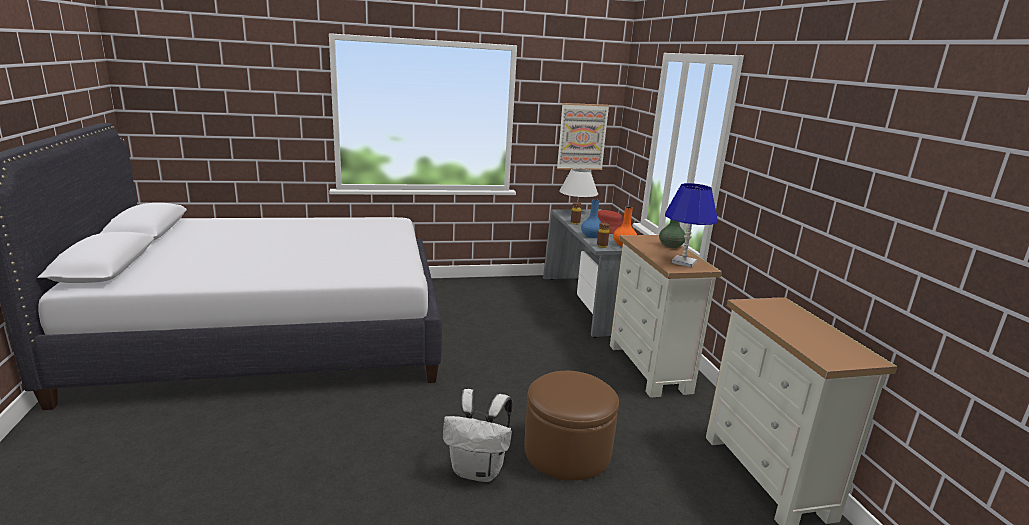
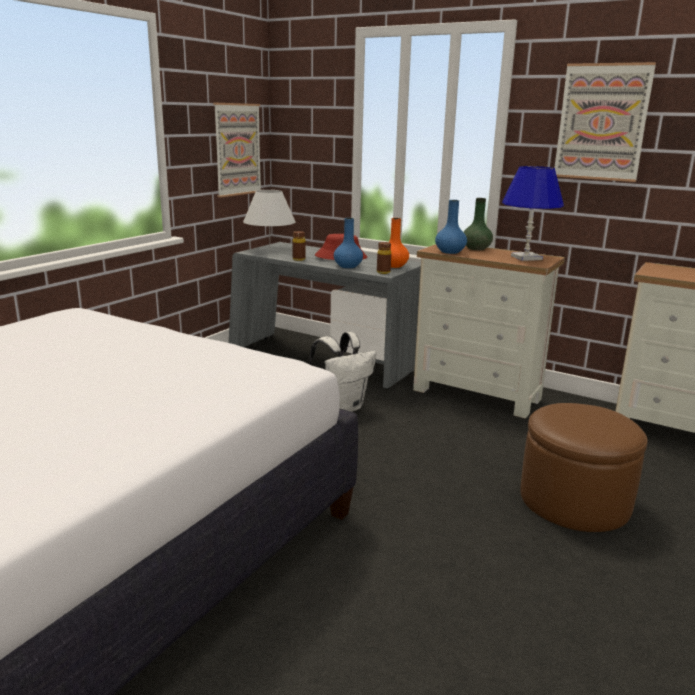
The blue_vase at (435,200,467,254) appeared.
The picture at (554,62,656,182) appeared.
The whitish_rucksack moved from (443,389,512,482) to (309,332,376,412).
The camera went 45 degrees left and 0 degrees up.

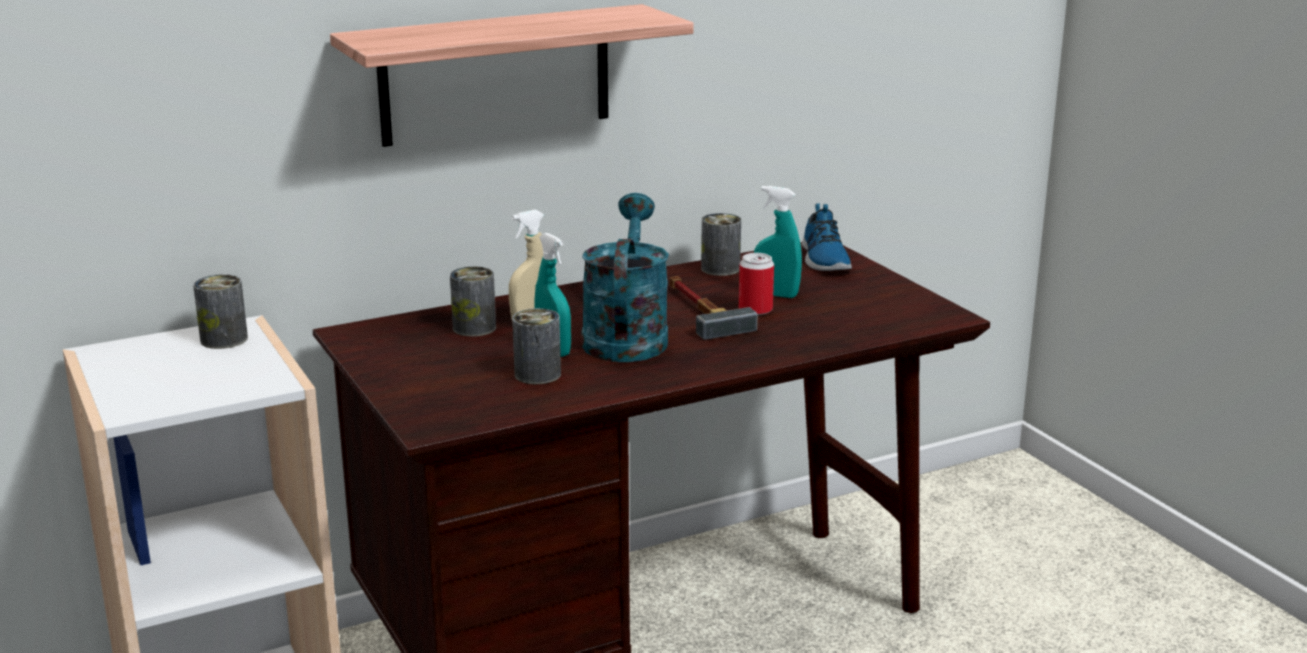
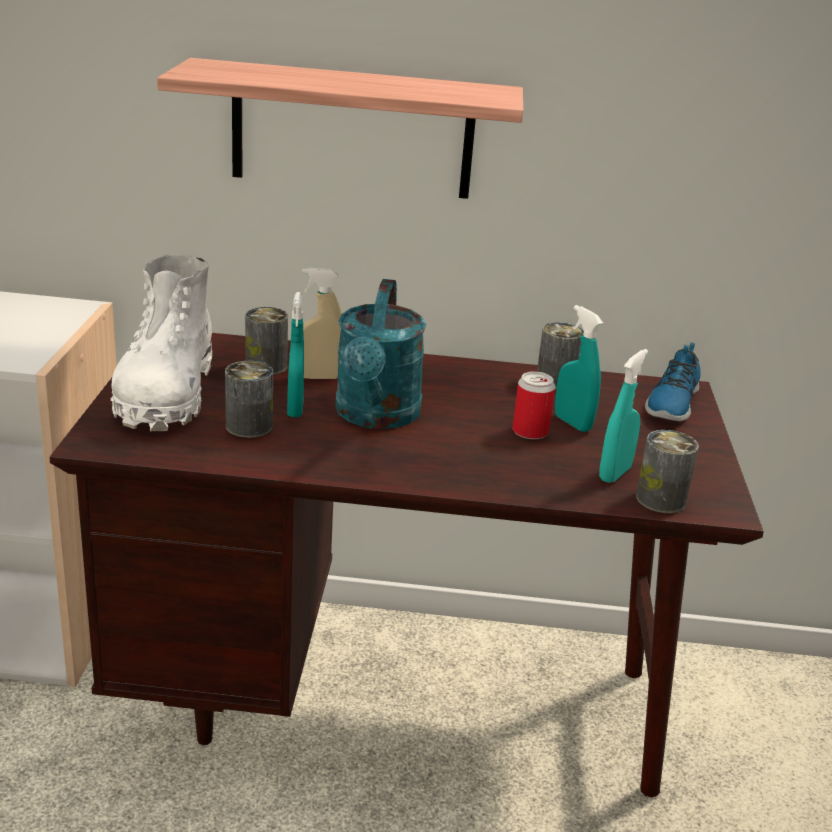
The hand_hammer at (670,276,758,340) disappeared.
The whitish_boot at (110,255,212,431) appeared.
The turquoise_hand_sprayer at (599,349,648,483) appeared.
The metal_can moved from (193,274,248,349) to (636,430,699,513).
The turquoise_watering_pot at (582,193,669,362) turned 150 degrees clockwise.
The camera went 30 degrees right and 5 degrees up.

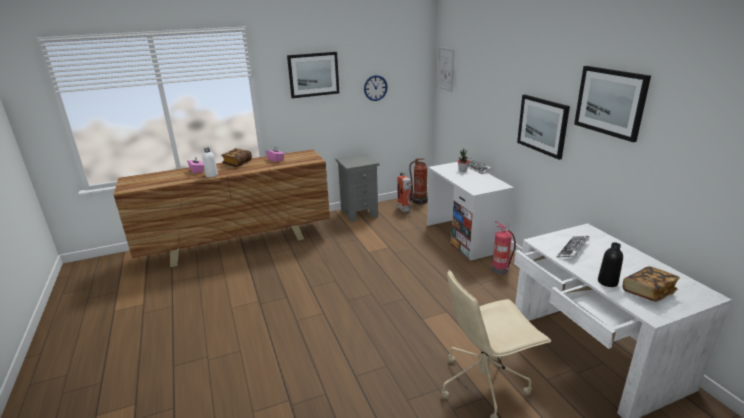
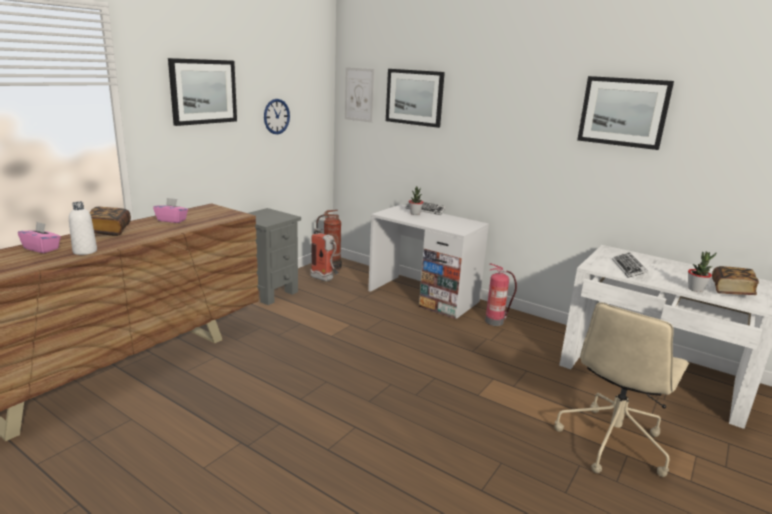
The picture moved from (517,95,570,160) to (386,69,445,128).
The black_drink_bottle at (598,242,623,287) was replaced by the potted_plant at (688,252,716,292).
The camera went 35 degrees left and 5 degrees down.

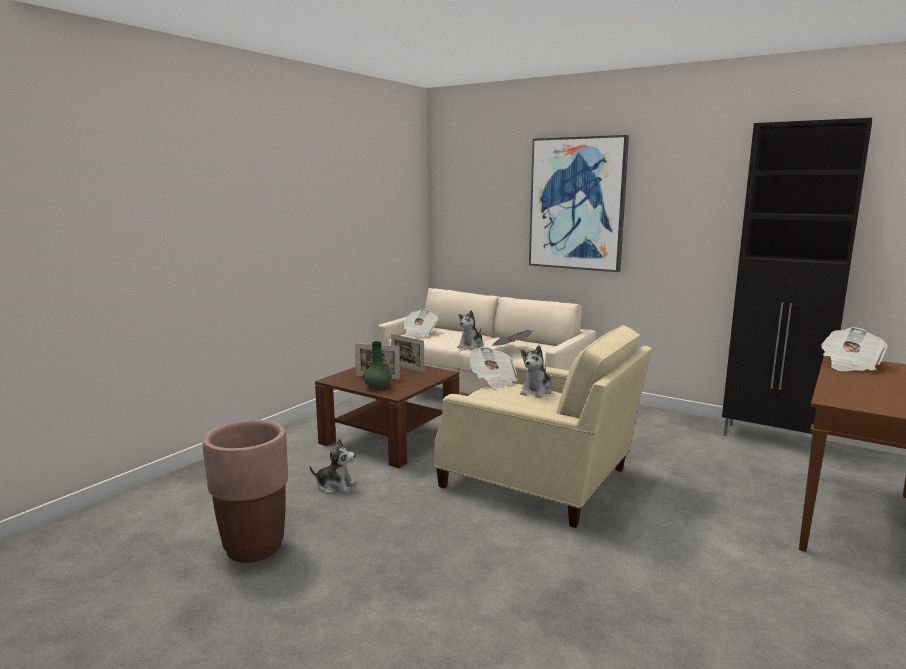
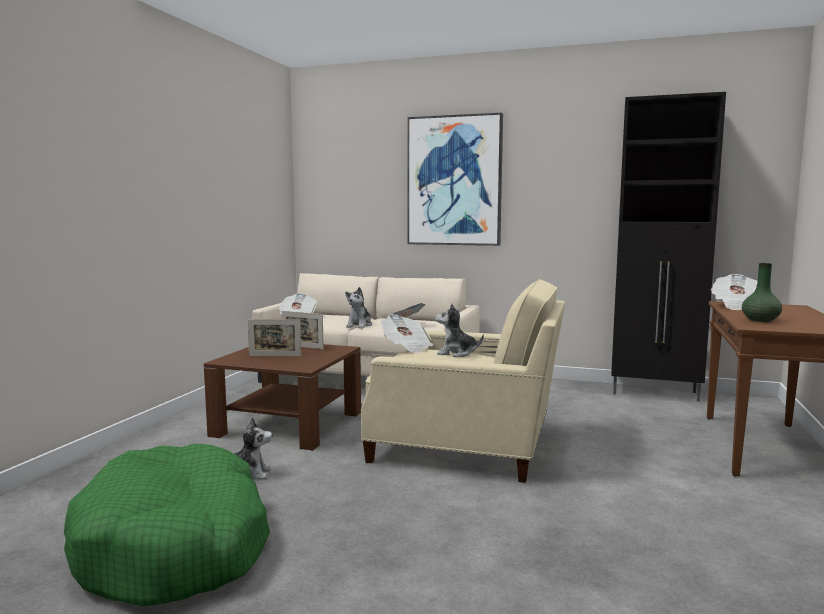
The green-coloured_vase moved from (363,341,392,390) to (742,263,782,322).
The brownish_flower_pot at (203,420,288,563) was replaced by the green-coloured_dog_bed at (64,444,270,606).
The cuddly_toy at (520,345,552,398) turned 90 degrees clockwise.
The camera went 15 degrees left and 5 degrees down.

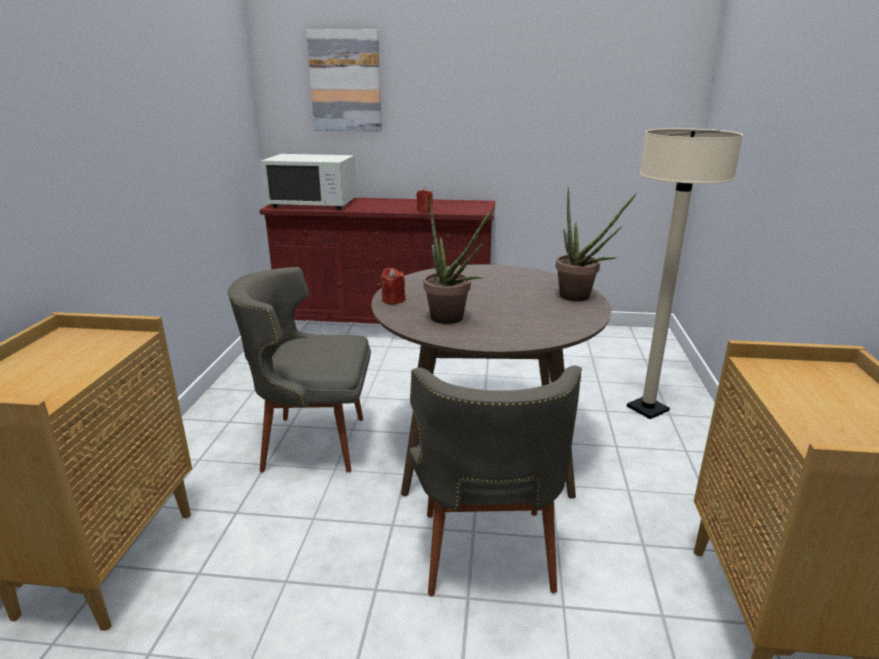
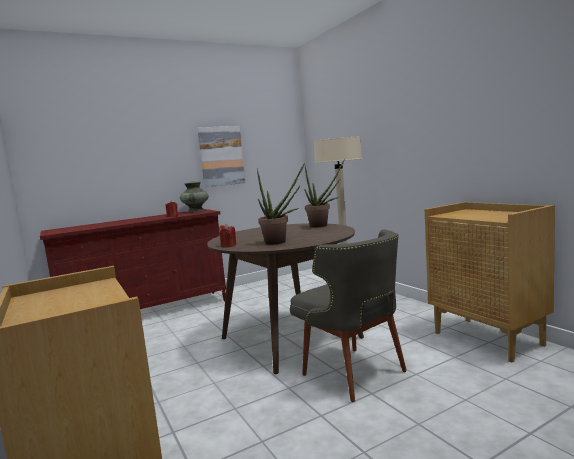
The greyish_plain_chair at (228,267,371,472) disappeared.
The whitish_kitchen_microwave at (261,154,357,210) disappeared.
The turquoise_vase at (180,181,209,213) appeared.
The picture moved from (306,29,382,131) to (197,126,245,187).
The camera went 35 degrees left and 15 degrees down.

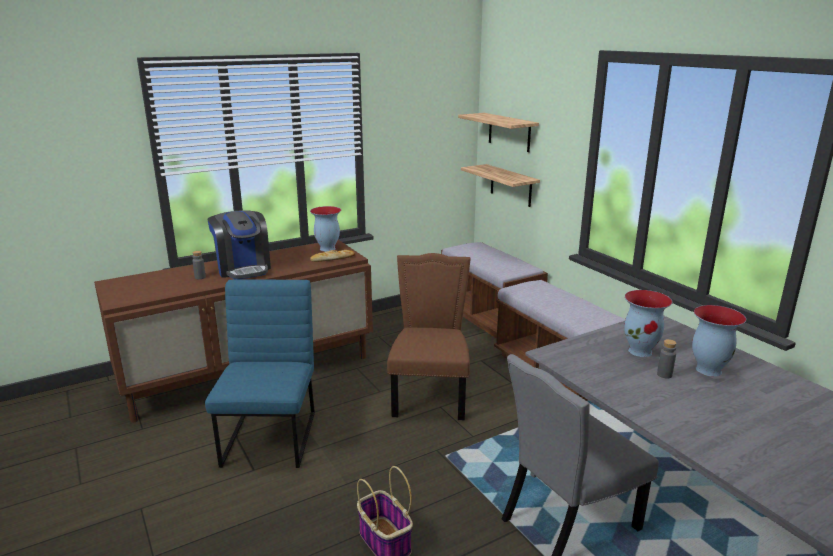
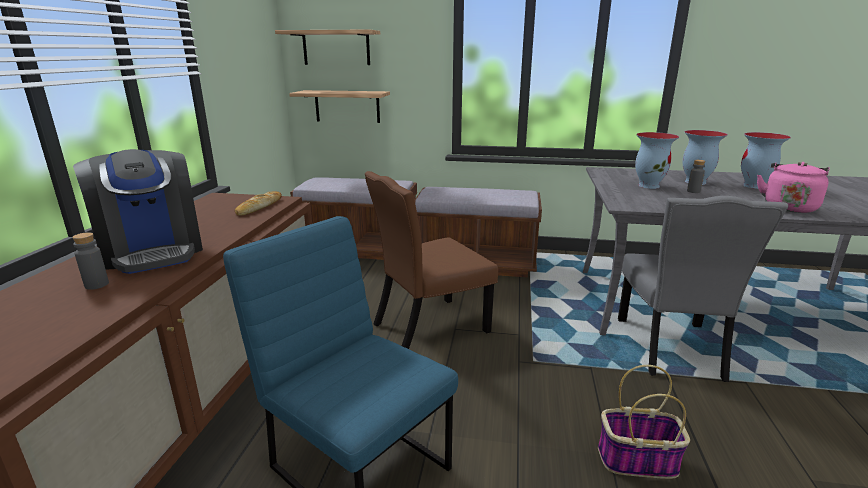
The pinkish_kettle at (757,162,830,213) appeared.
The vase moved from (310,206,341,252) to (741,132,791,189).
The coffee_machine at (208,210,271,280) turned 45 degrees clockwise.
The brownish_plain_chair at (387,253,471,420) turned 75 degrees counterclockwise.
The camera went 50 degrees left and 0 degrees up.

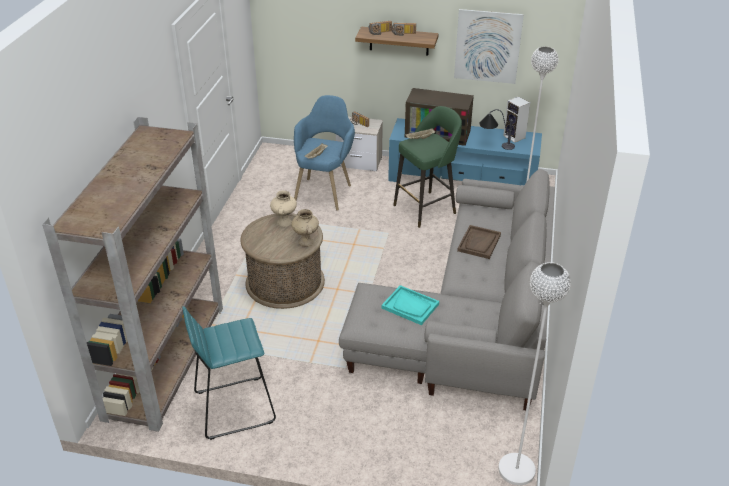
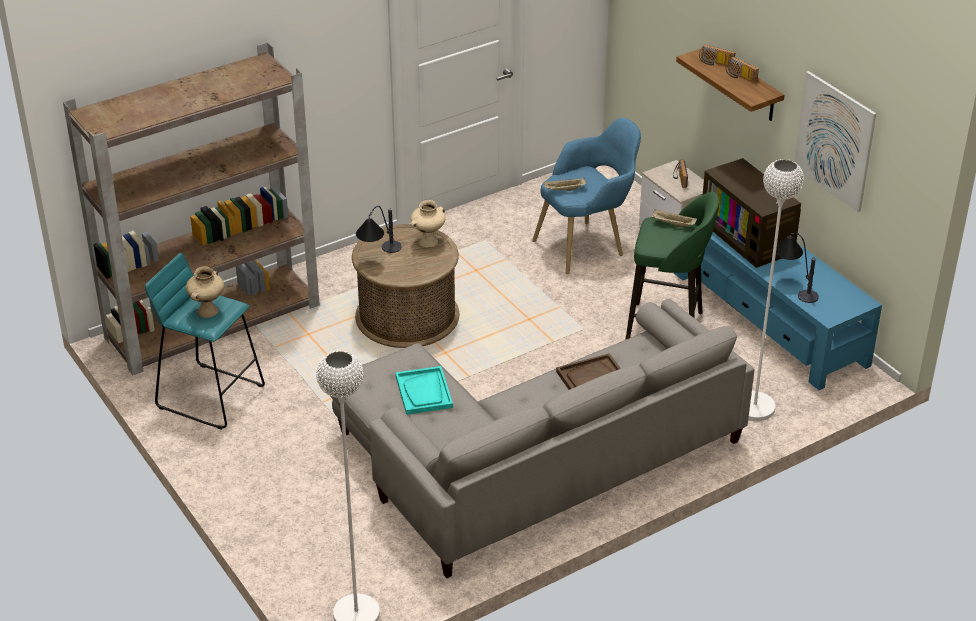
The speaker at (503,96,530,142) disappeared.
The table_lamp at (356,206,402,253) appeared.
The beige-coloured_vase moved from (291,209,319,247) to (186,266,224,318).
The camera went 45 degrees right and 0 degrees up.

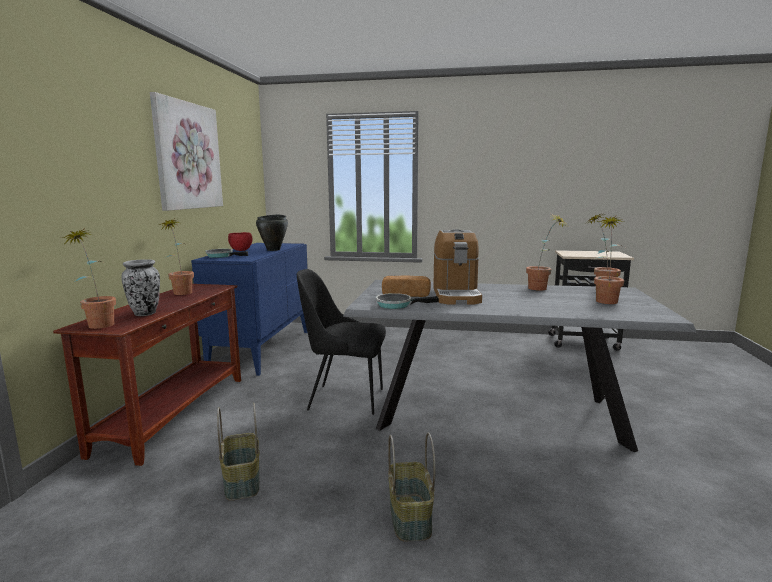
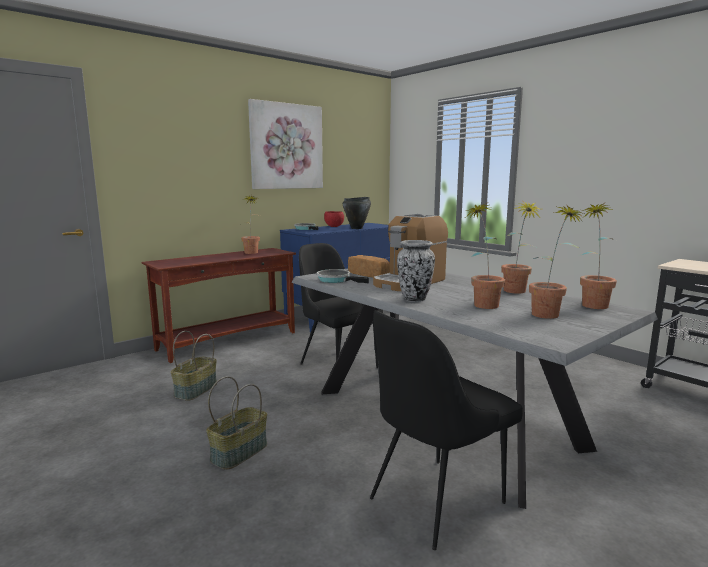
The black_plain_chair at (370,310,523,550) appeared.
The potted_plant moved from (60,228,116,329) to (465,203,505,309).
The vase moved from (121,259,160,316) to (397,240,435,302).
The camera went 40 degrees right and 0 degrees up.

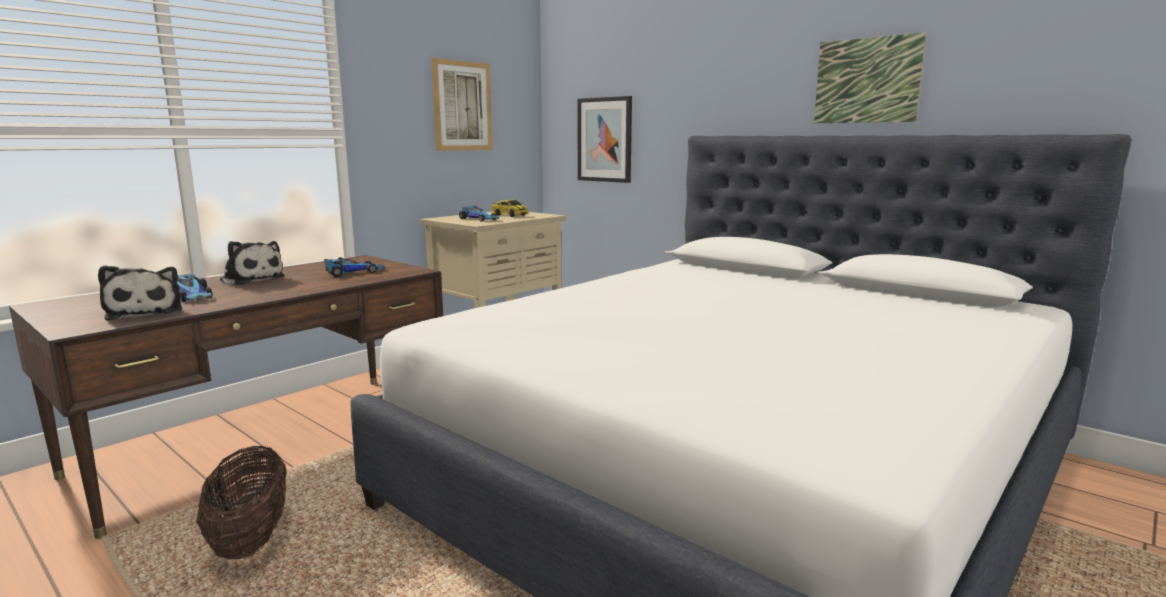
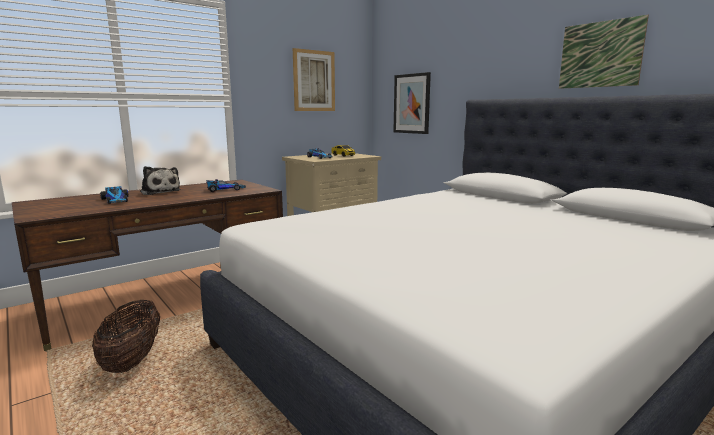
The cuddly_toy at (98,265,182,321) disappeared.
The camera went 10 degrees right and 0 degrees up.

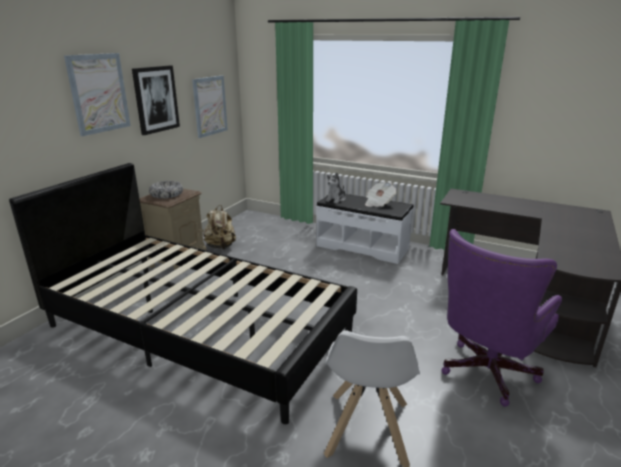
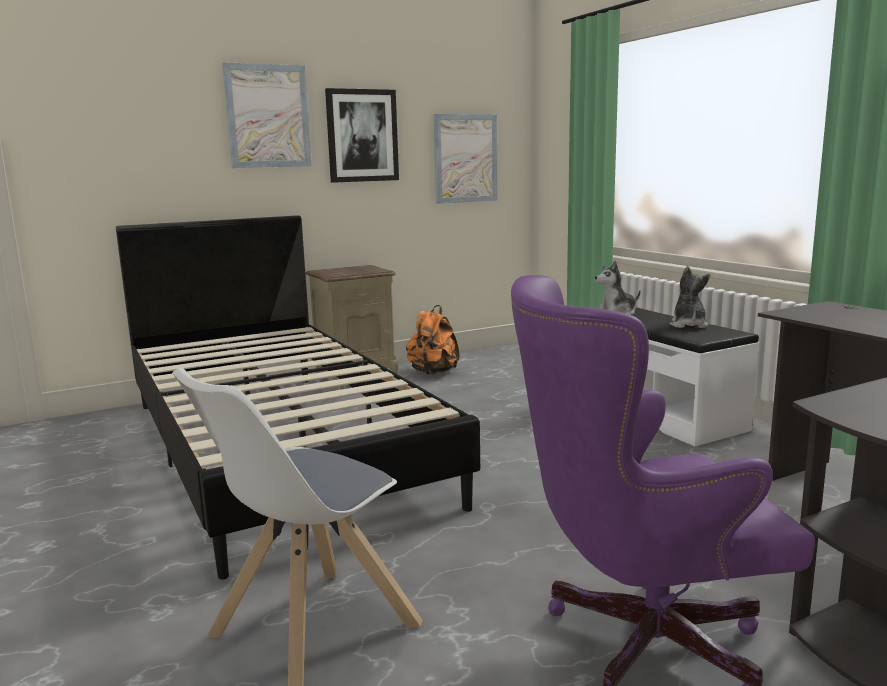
The serving_bowl at (149,181,183,199) disappeared.
The printed_paper at (365,182,397,207) was replaced by the cuddly_toy at (670,266,710,328).
The beige-coloured_rucksack at (204,205,236,250) became the orangey_rucksack at (406,305,460,375).
The camera went 35 degrees right and 10 degrees down.

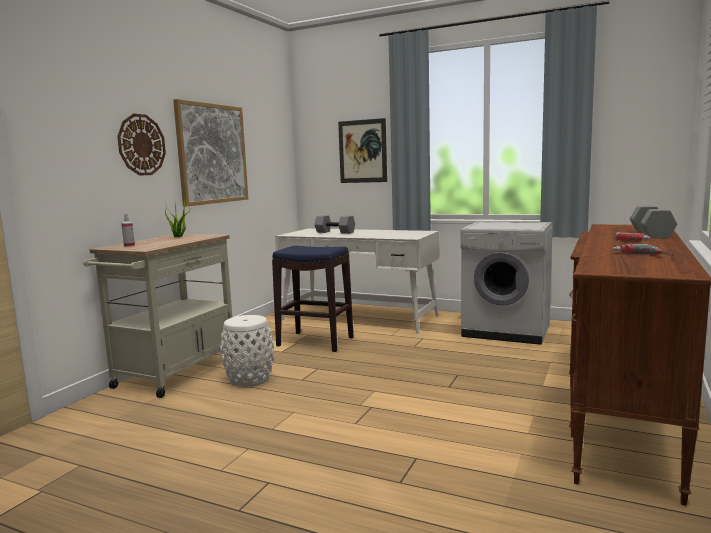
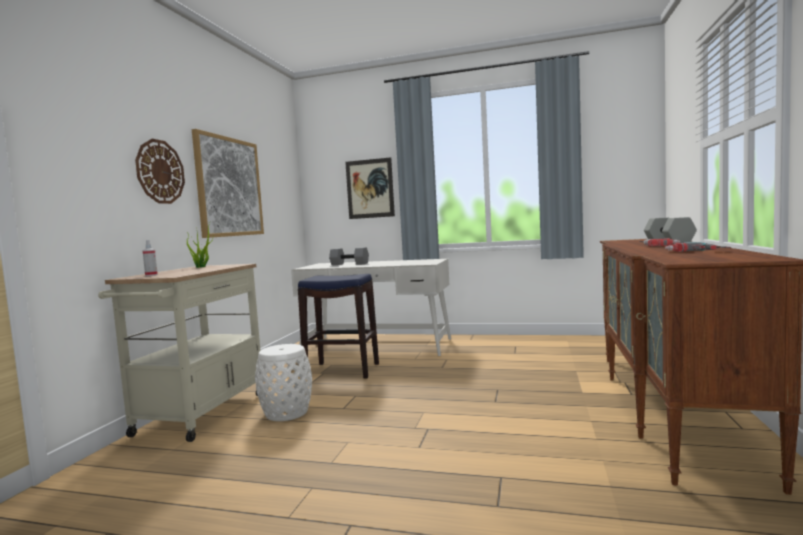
The whitish_washing_machine at (461,221,553,345) disappeared.
The camera went 10 degrees left and 5 degrees down.

